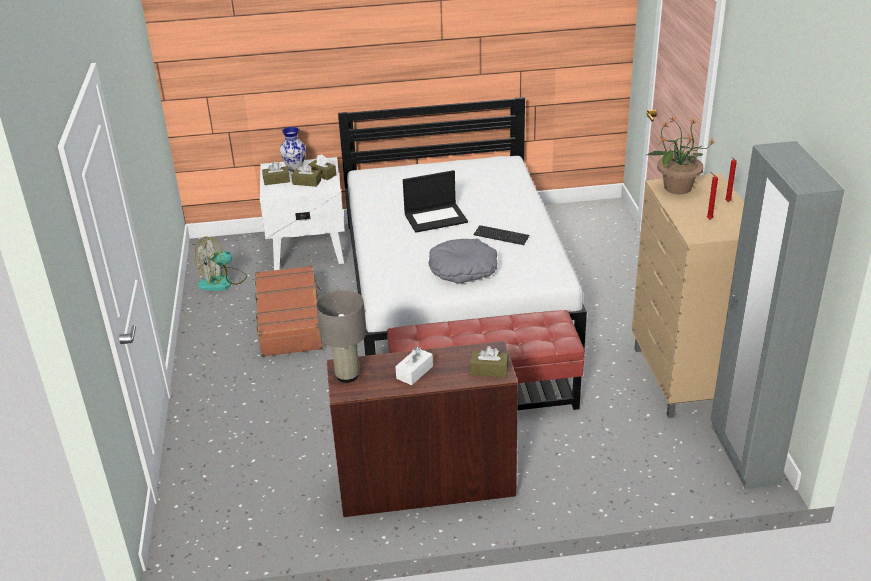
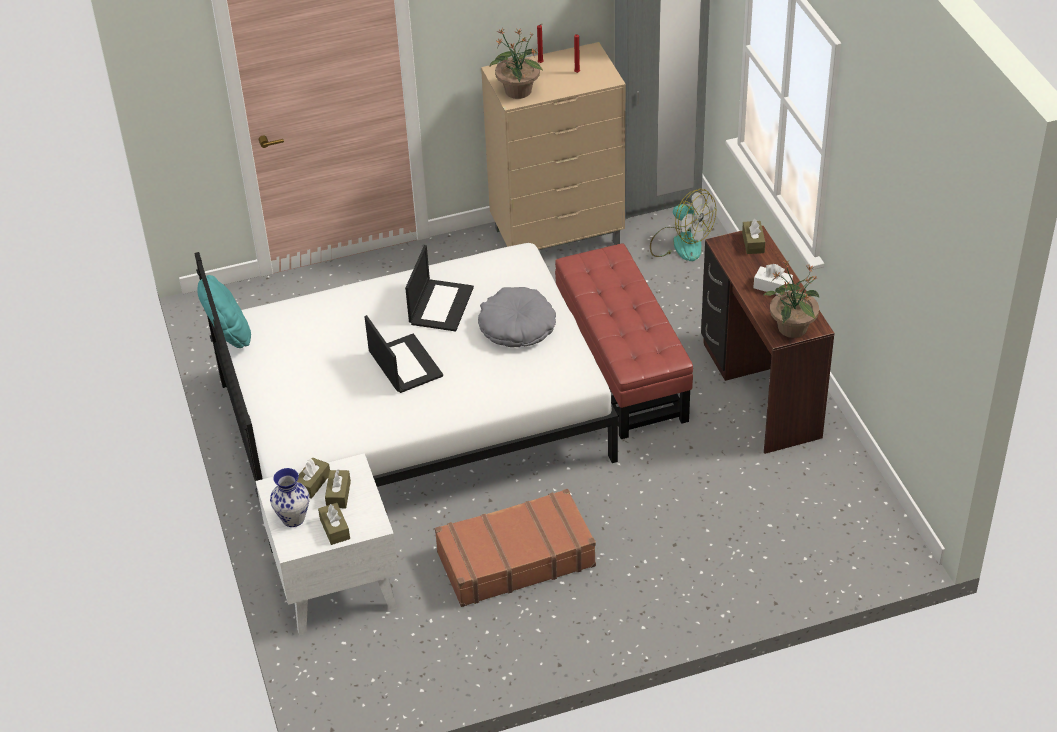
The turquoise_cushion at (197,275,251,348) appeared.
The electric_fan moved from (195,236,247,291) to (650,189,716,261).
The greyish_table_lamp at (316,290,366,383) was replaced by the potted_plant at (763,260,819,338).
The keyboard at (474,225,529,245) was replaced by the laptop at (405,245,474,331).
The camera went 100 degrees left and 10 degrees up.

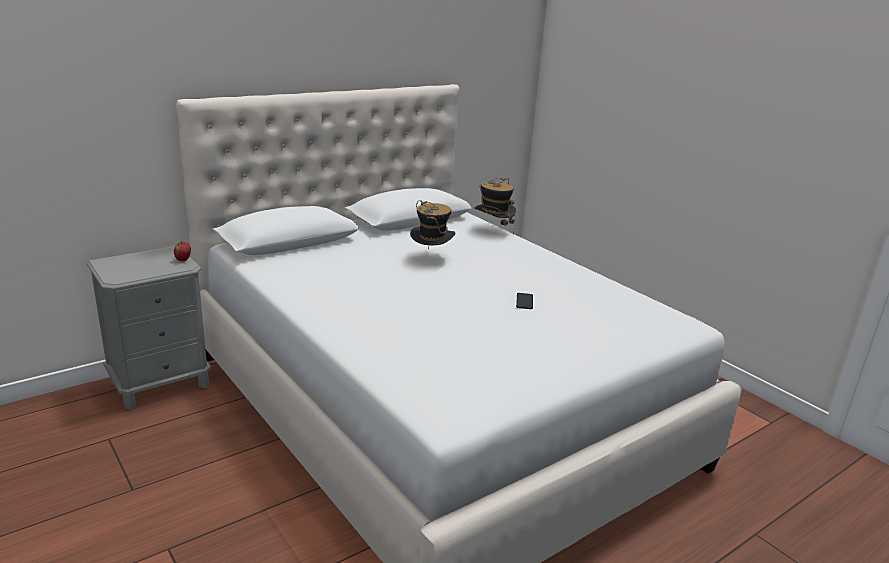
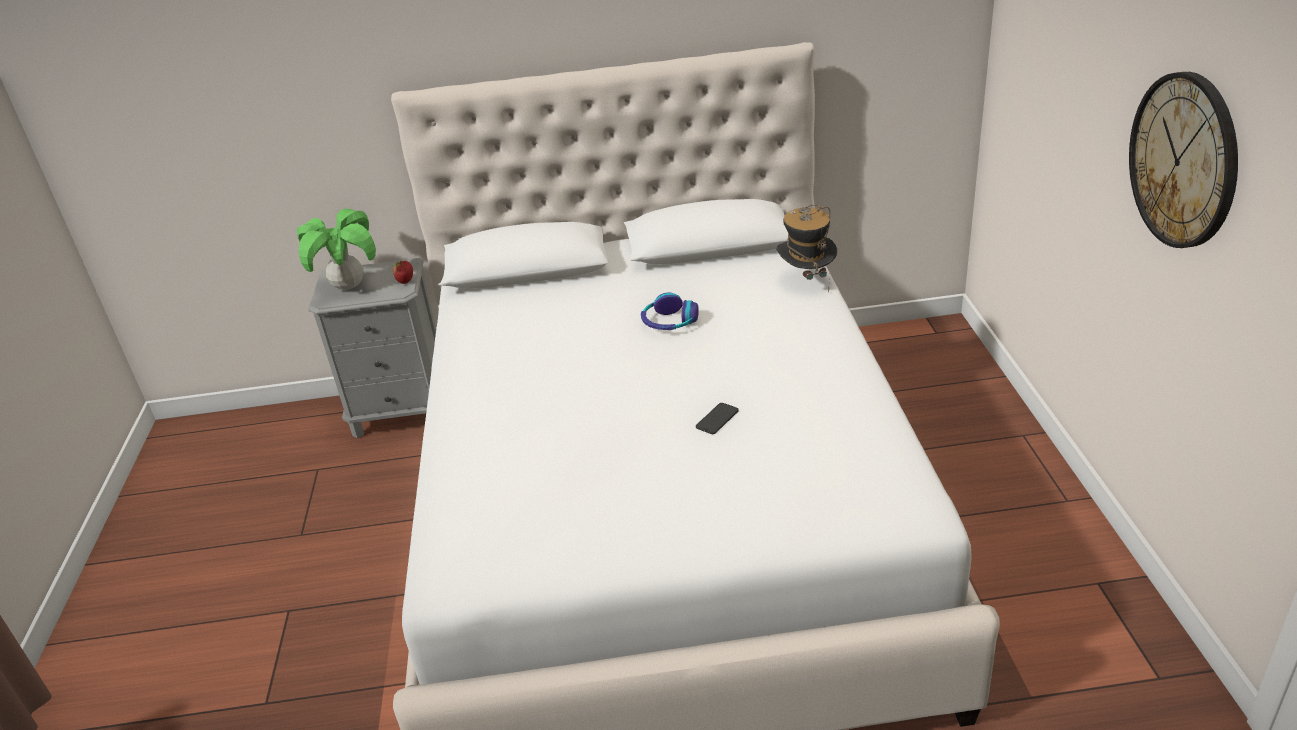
The potted_plant at (297,209,376,290) appeared.
The clock_on_the_wall at (1129,72,1238,248) appeared.
The wearable_hat at (410,200,456,250) was replaced by the headset at (641,292,699,330).
The camera went 35 degrees right and 10 degrees up.

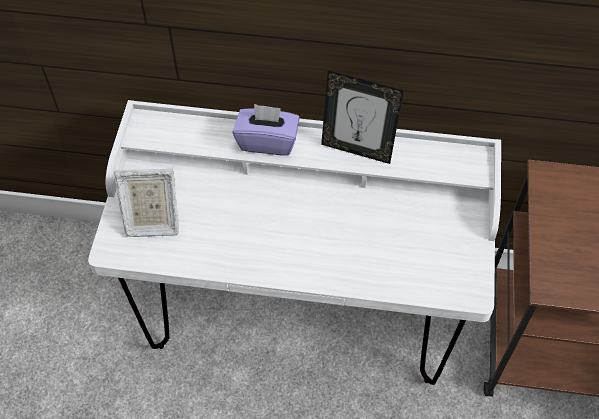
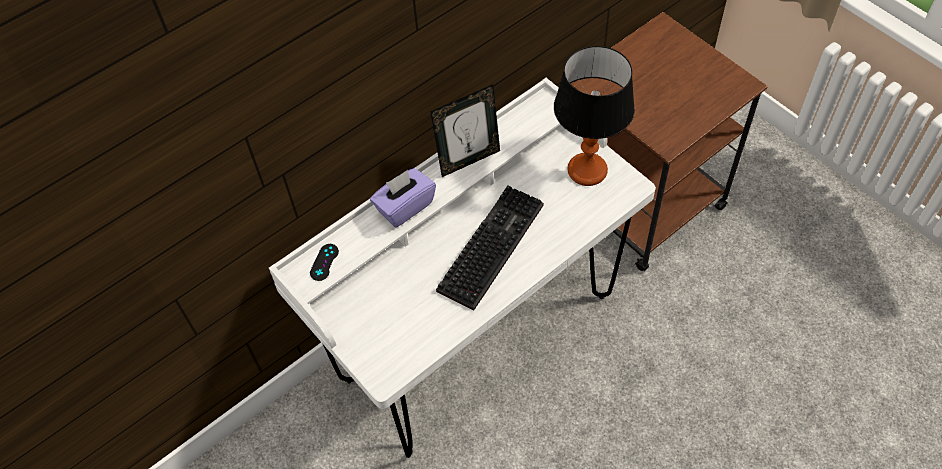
The photo_frame at (114,169,179,237) disappeared.
The black_joypad at (310,244,339,281) appeared.
The keyboard at (436,185,544,310) appeared.
The table_lamp at (554,46,635,186) appeared.
The camera went 45 degrees left and 0 degrees up.

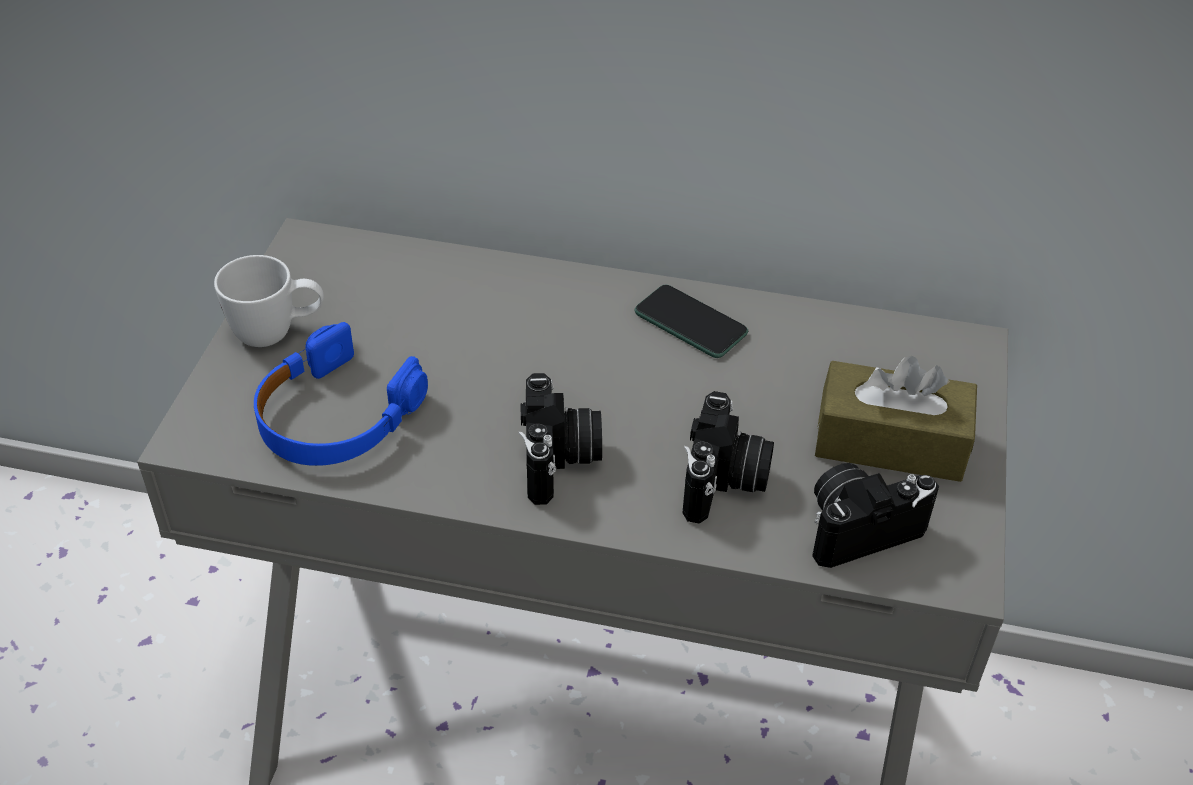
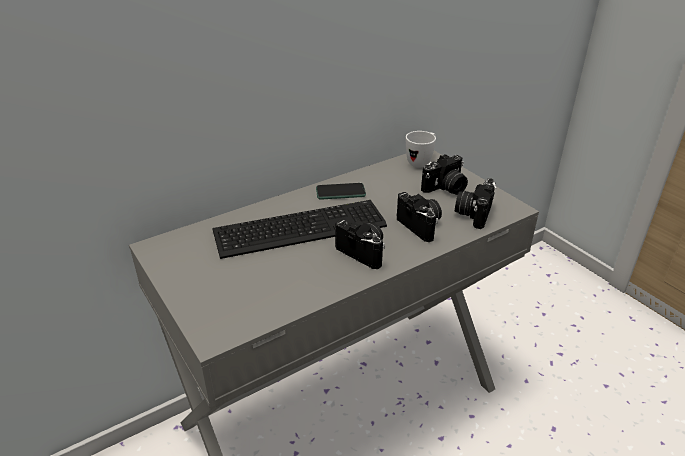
The blue_headset at (254,322,428,466) disappeared.
The keyboard at (212,200,387,259) appeared.
The whitish_tea_mug moved from (214,255,324,347) to (406,131,436,167).
The brownish_tissue_holder at (815,356,977,482) was replaced by the photo_camera at (421,154,468,195).
The camera went 45 degrees left and 10 degrees down.

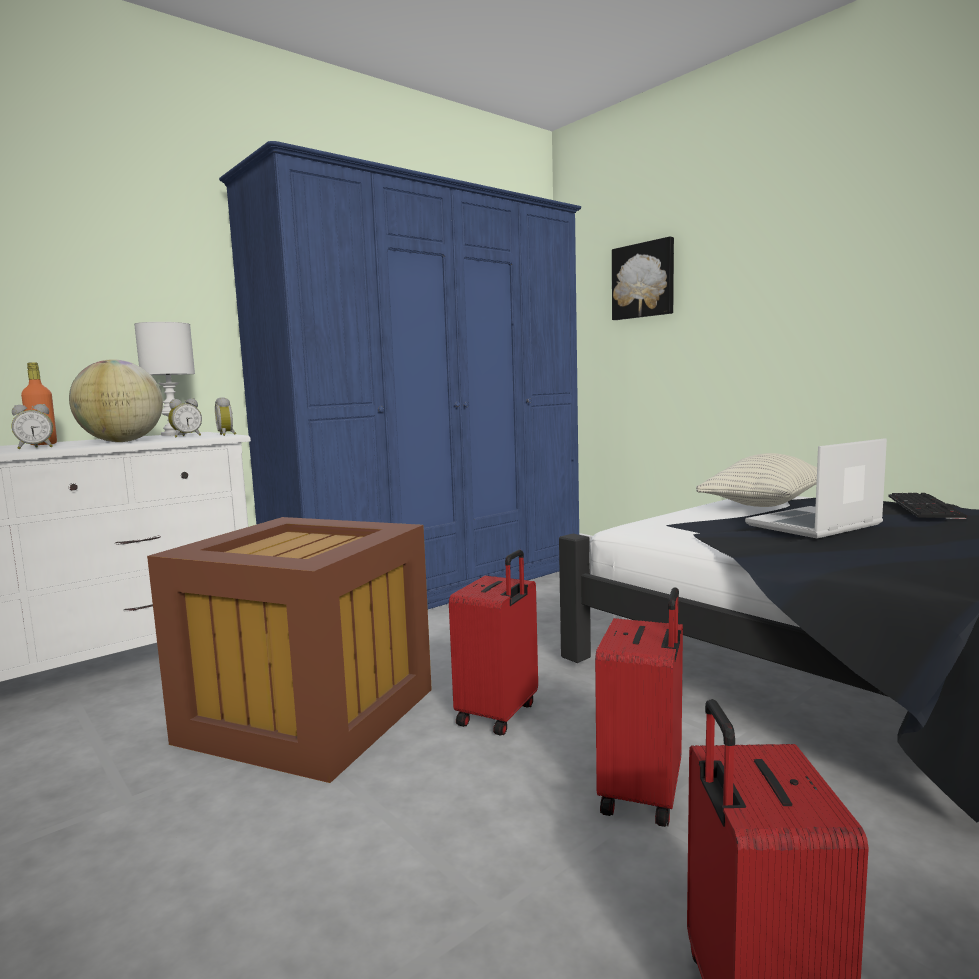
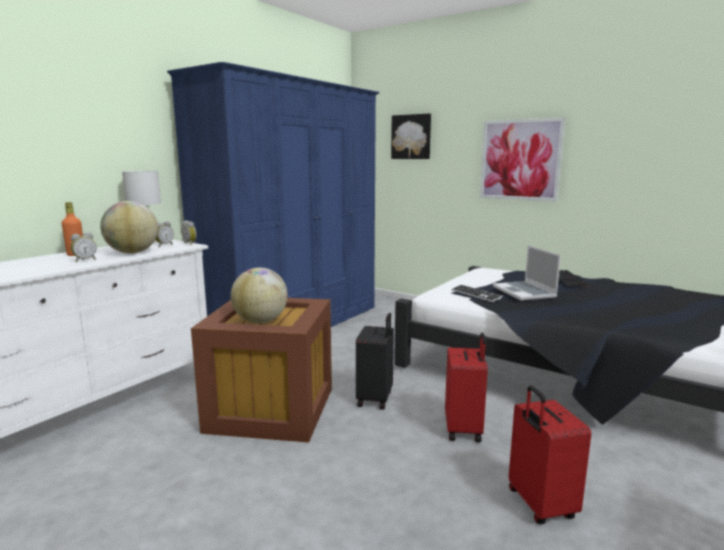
The cushion at (696,453,817,507) disappeared.
The desk_globe at (231,268,288,323) appeared.
The keyboard at (451,285,503,302) appeared.
The picture at (480,117,565,202) appeared.
The reddish_piece_of_luggage at (449,550,538,736) became the black_piece_of_luggage at (356,313,394,410).
The laptop at (745,438,887,538) turned 60 degrees counterclockwise.
The camera went 15 degrees left and 5 degrees up.

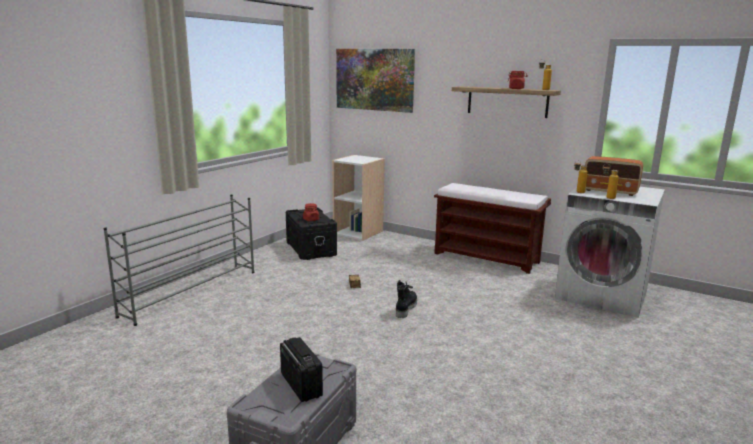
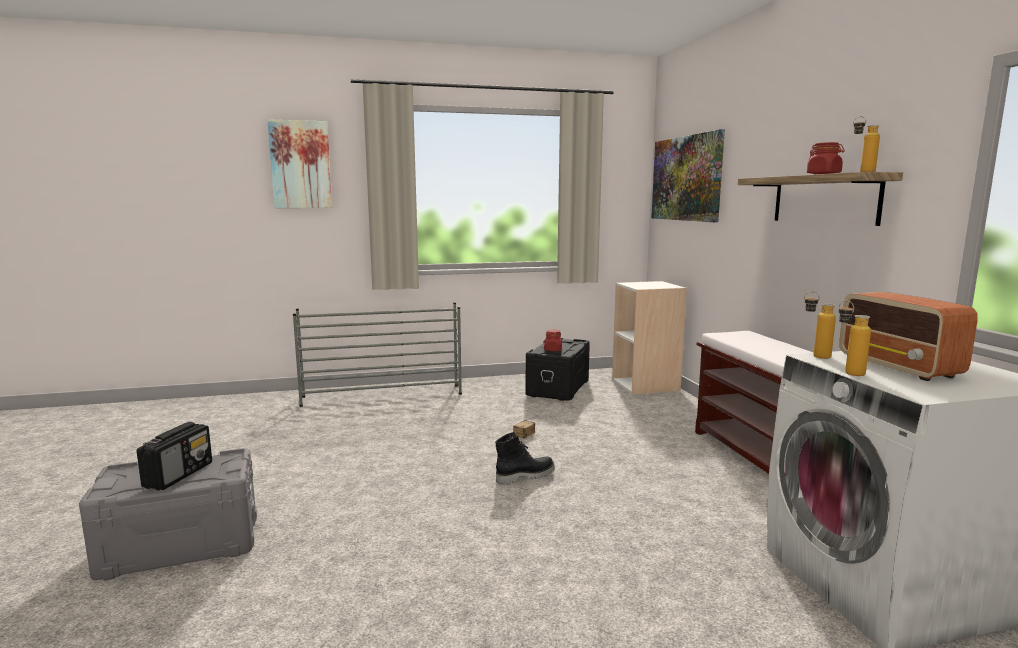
The picture at (267,119,332,208) appeared.
The camera went 45 degrees right and 5 degrees down.

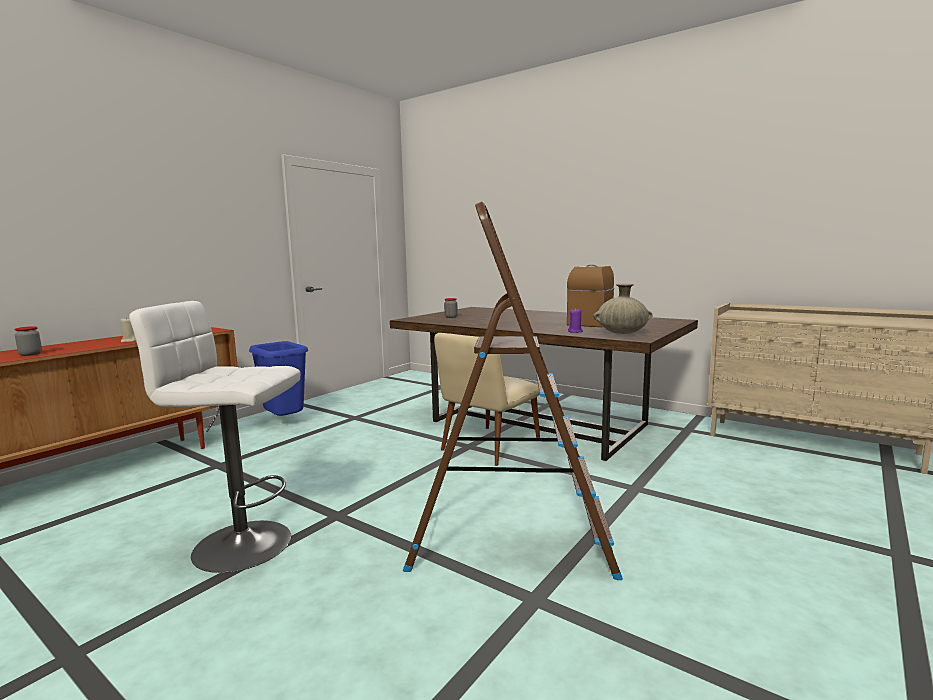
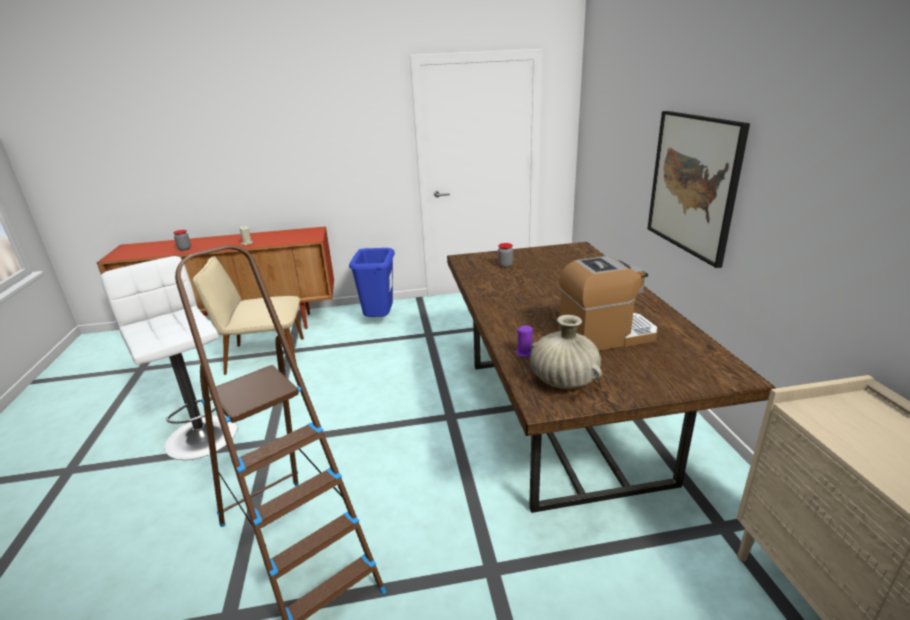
The picture at (648,111,750,268) appeared.
The beige-coloured_plain_chair moved from (434,333,540,466) to (193,256,304,375).
The camera went 45 degrees right and 15 degrees up.

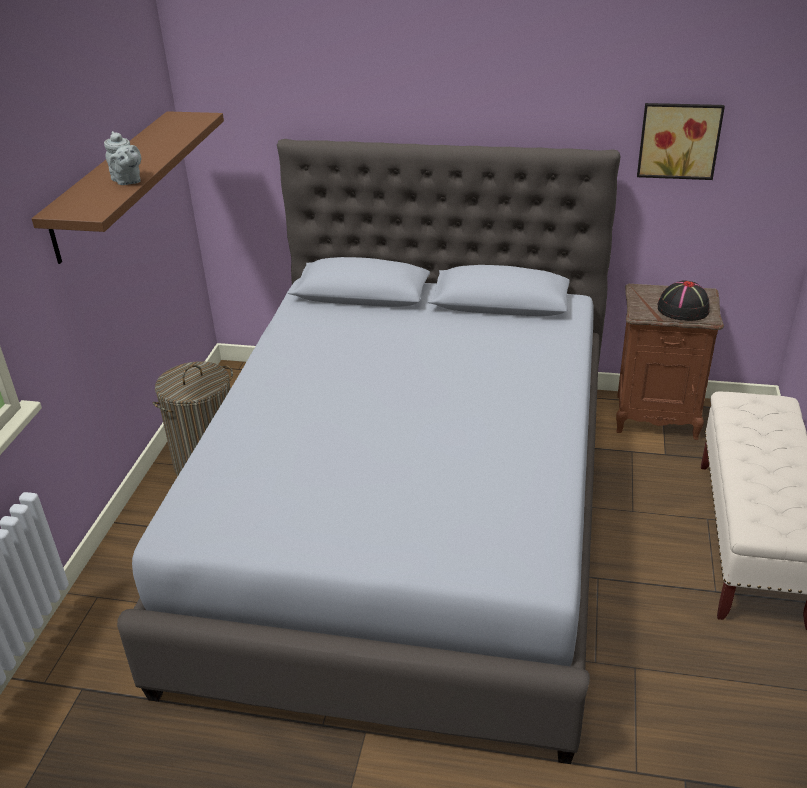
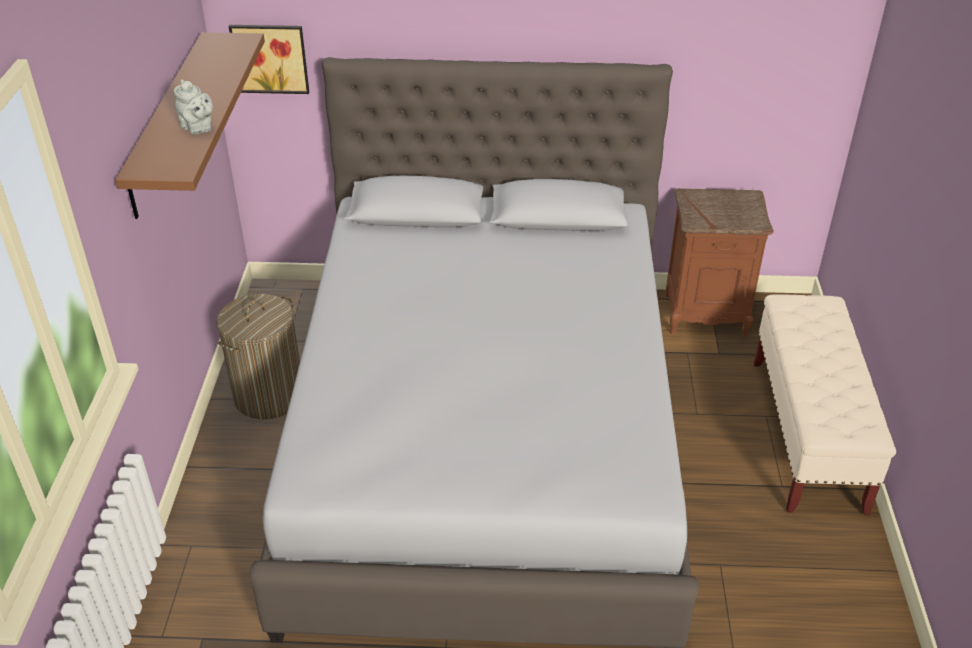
The black_wearable_hat at (657,280,710,321) disappeared.
The picture moved from (637,103,725,180) to (229,25,309,94).
The camera went 10 degrees left and 5 degrees up.

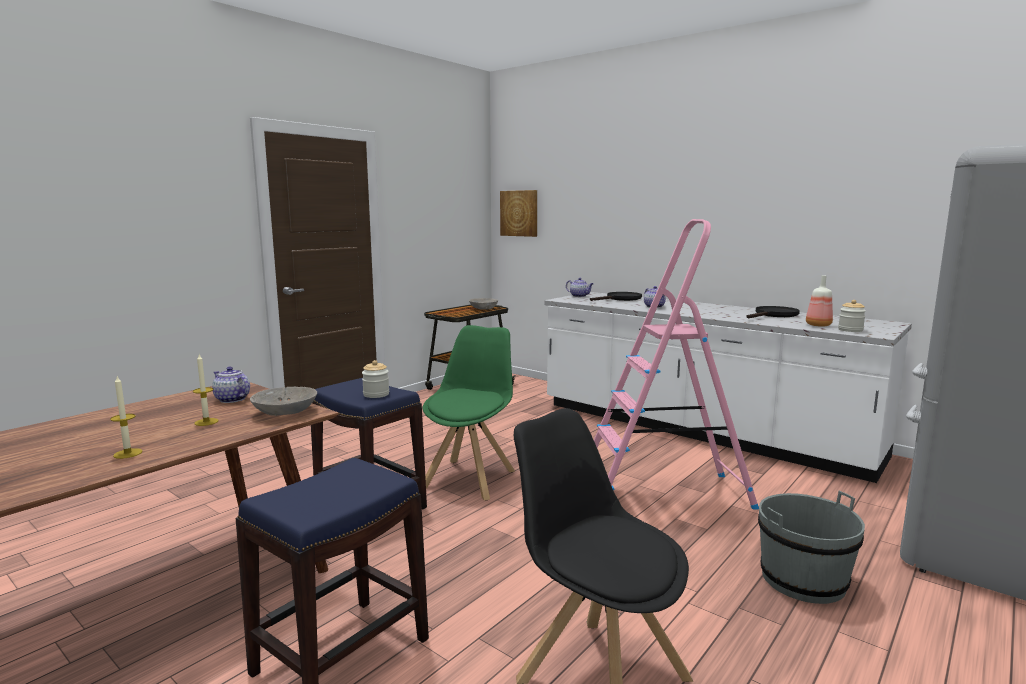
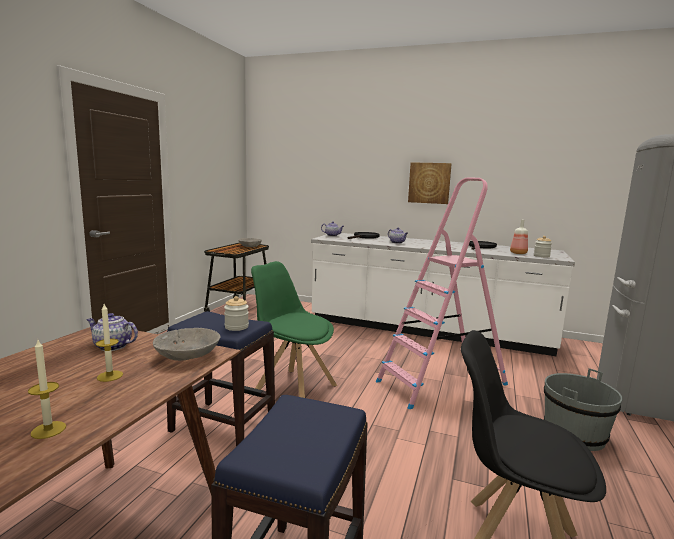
The picture moved from (500,190,537,237) to (408,162,452,204).
The green-coloured_plain_chair at (423,325,515,501) turned 60 degrees counterclockwise.
The camera went 20 degrees left and 0 degrees up.

